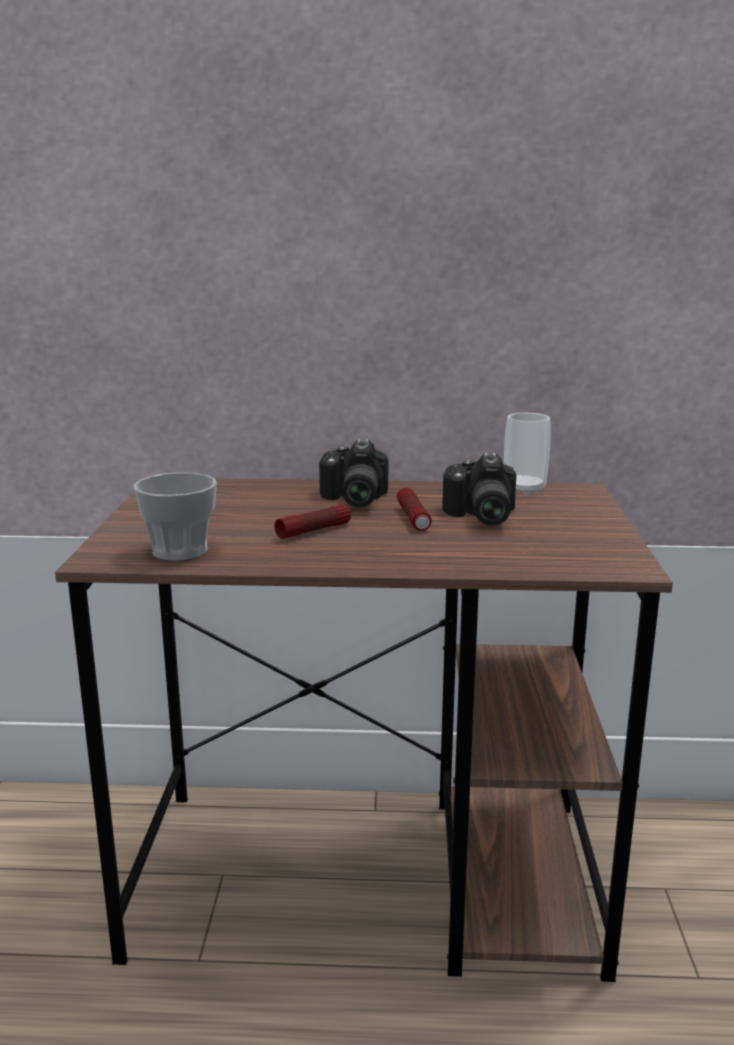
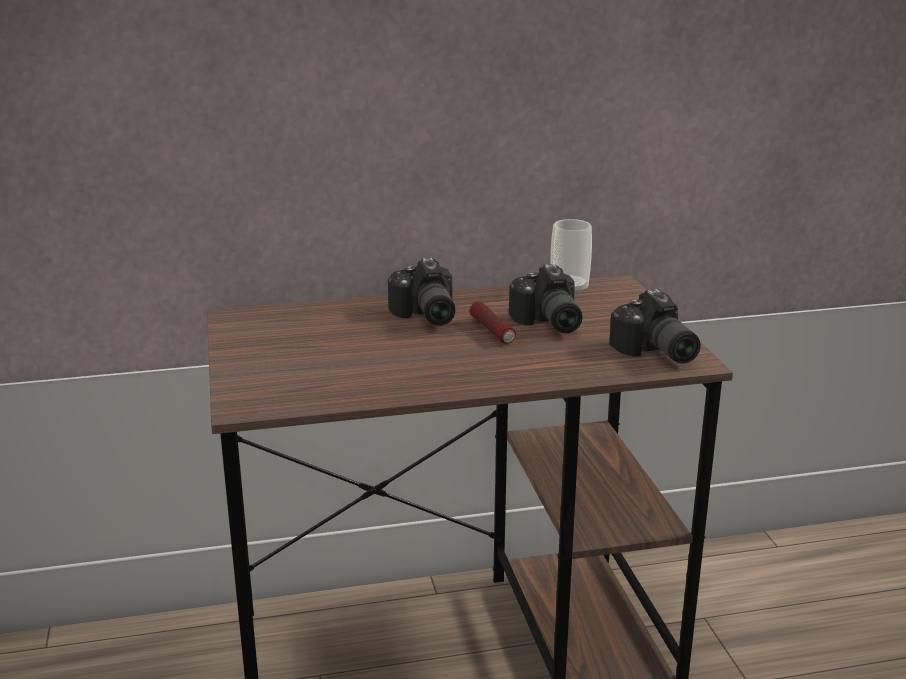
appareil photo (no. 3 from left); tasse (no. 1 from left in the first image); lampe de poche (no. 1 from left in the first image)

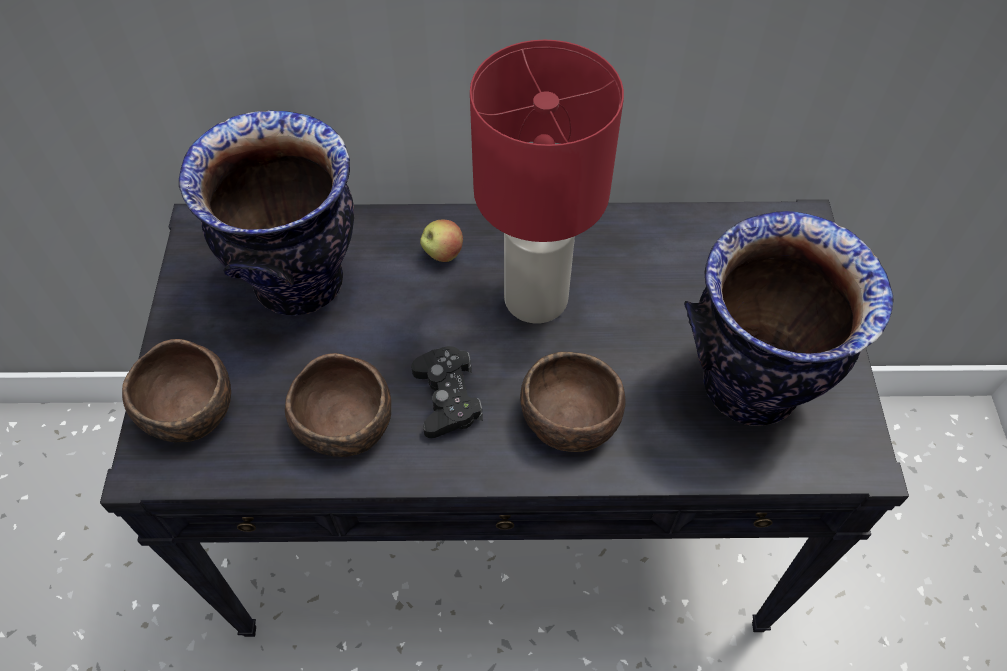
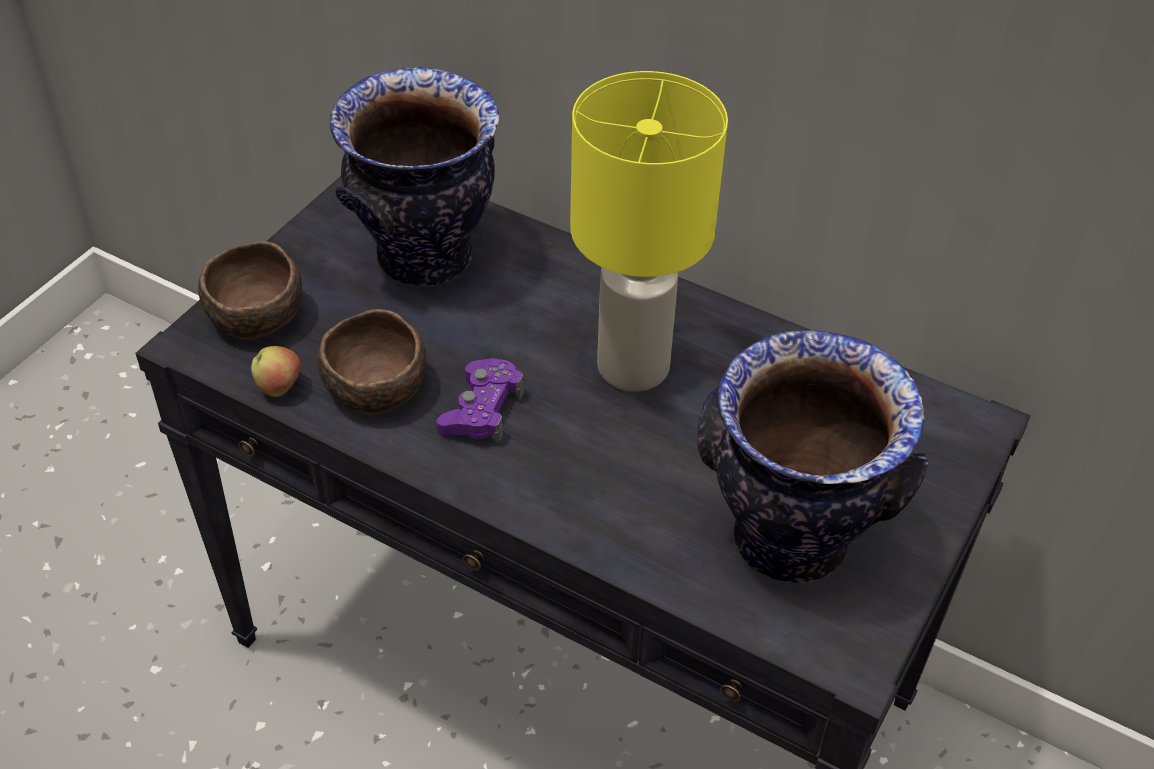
pomme; manette [violet]; lampe de table [jaune]; bol [marron] (no. 3 from left in the first image)

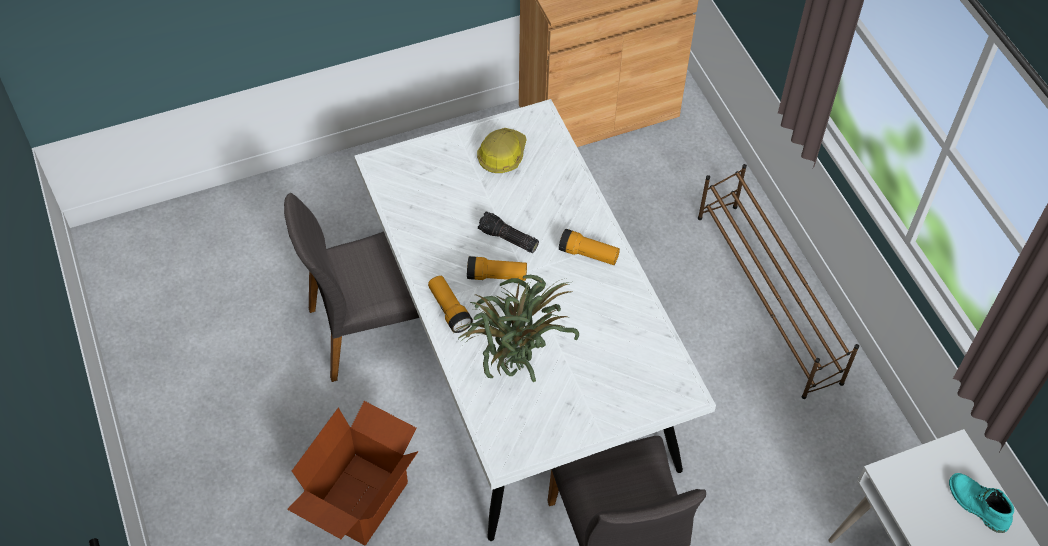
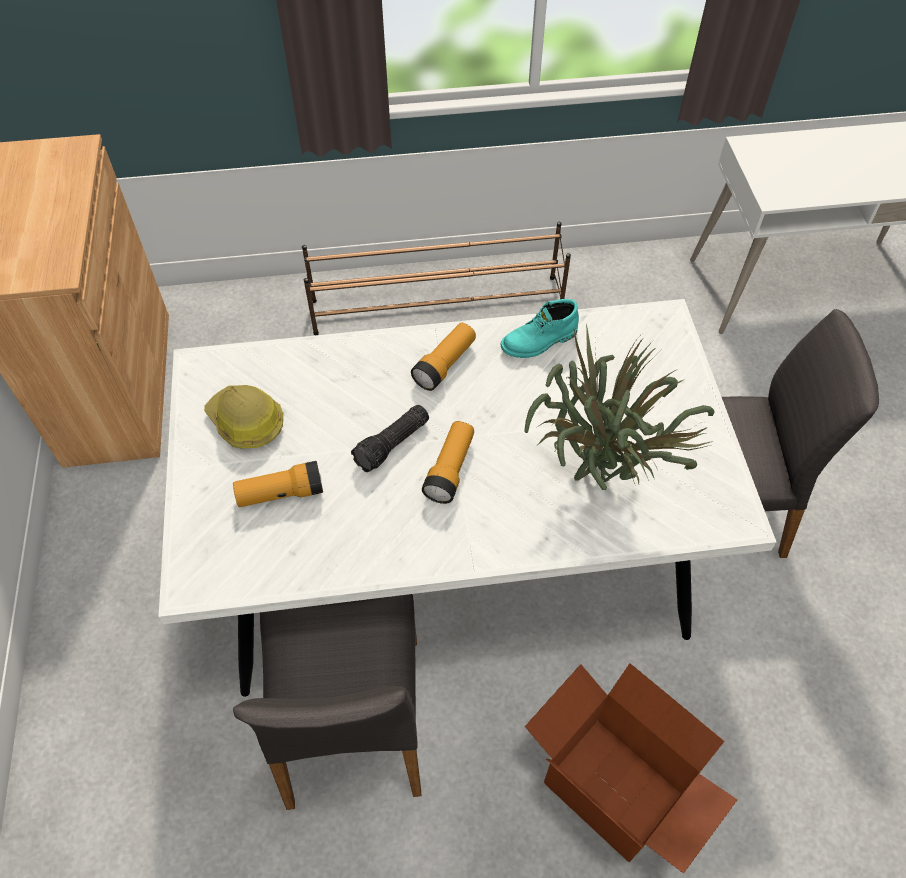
lampe de poche (no. 1 from left); botte [turquoise]

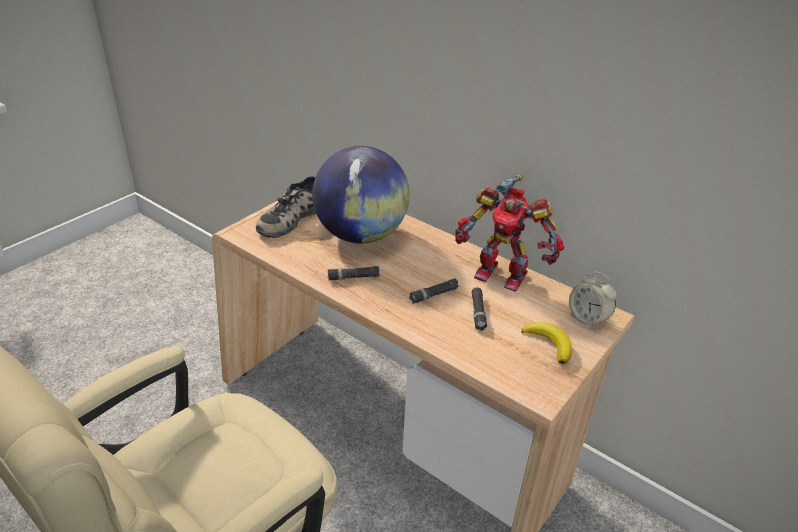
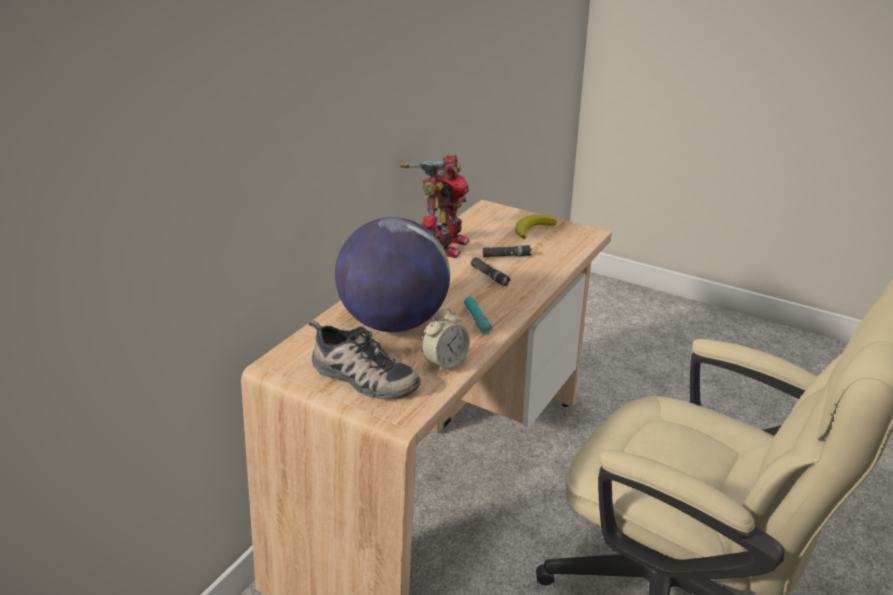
réveil; lampe de poche [turquoise]

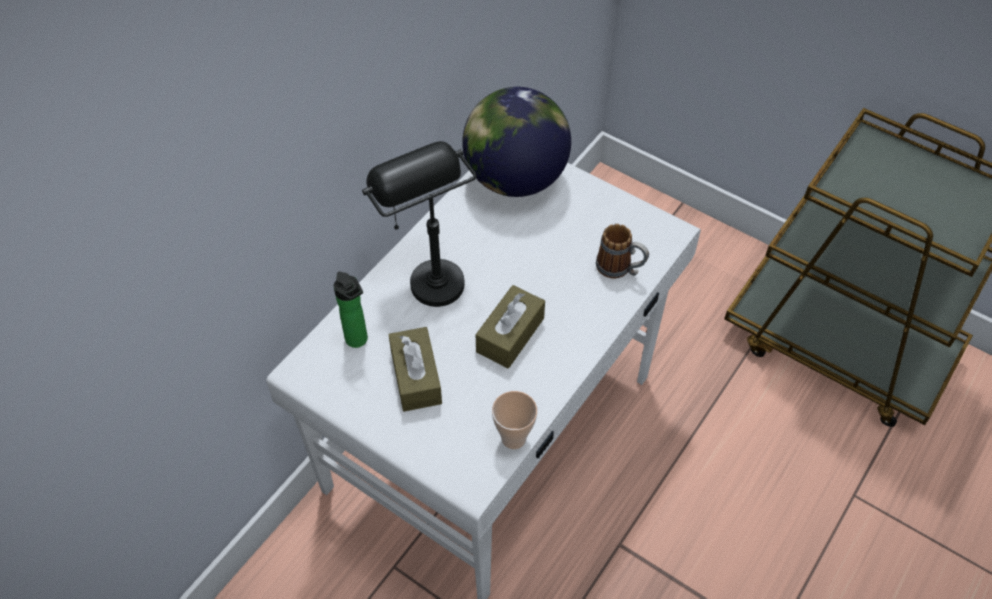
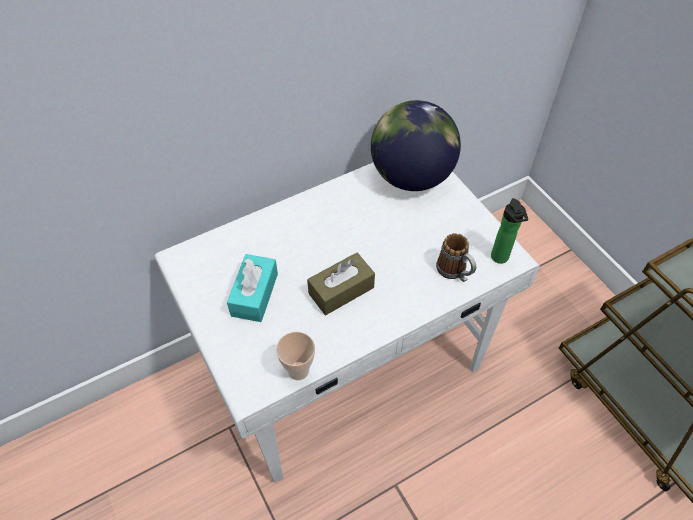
boîte à mouchoirs [turquoise]; bouteille; lampe de table [noir]

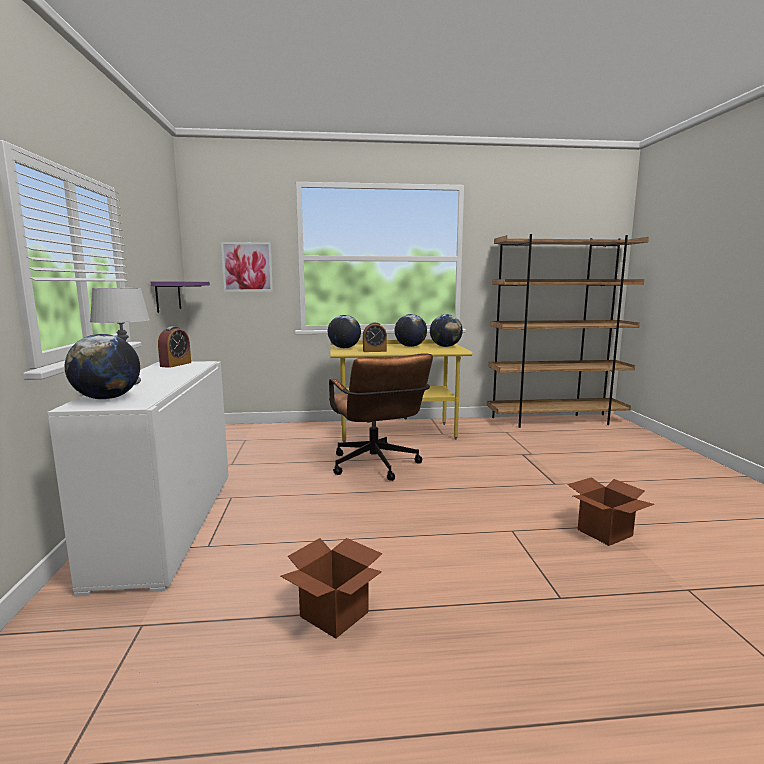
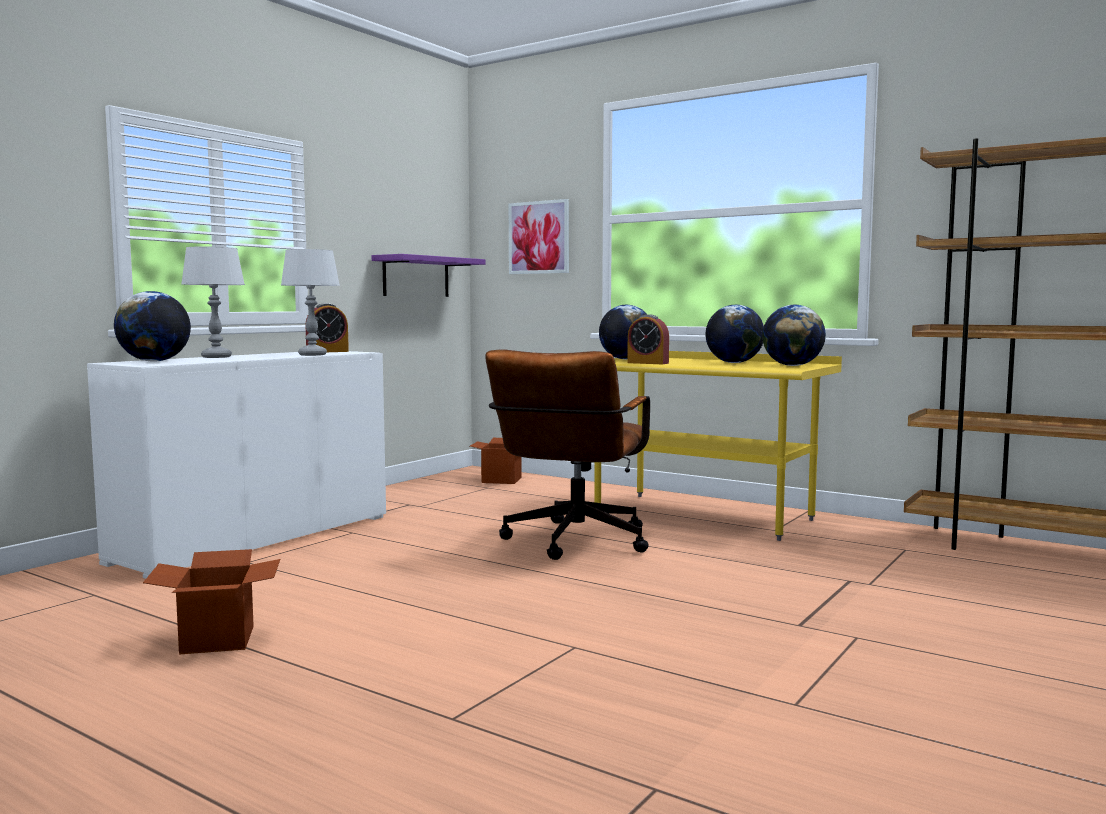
lampe de table [gris] (no. 2 from left); carton (no. 2 from left)

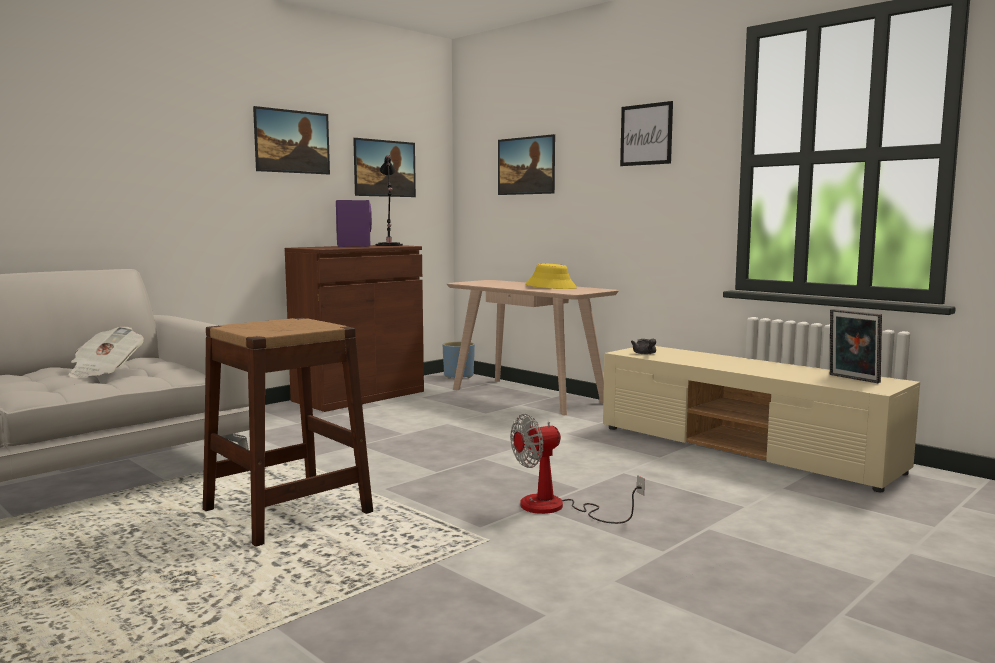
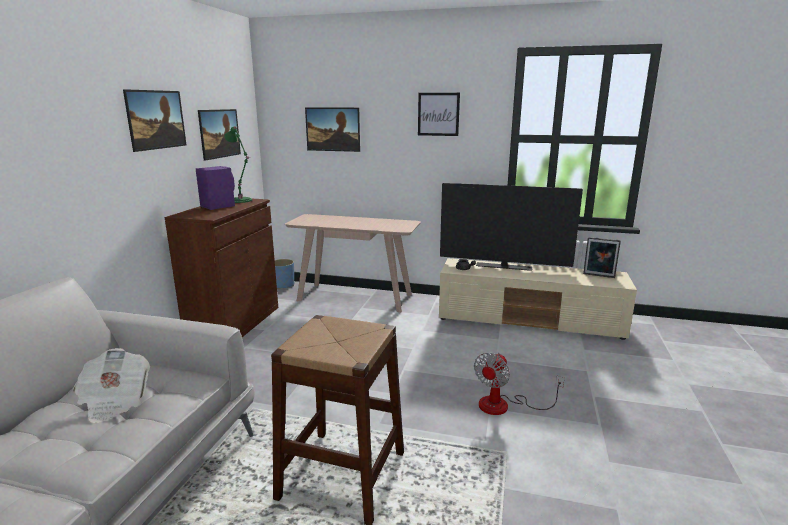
lampe de table [vert]; téléviseur; chapeau [jaune]

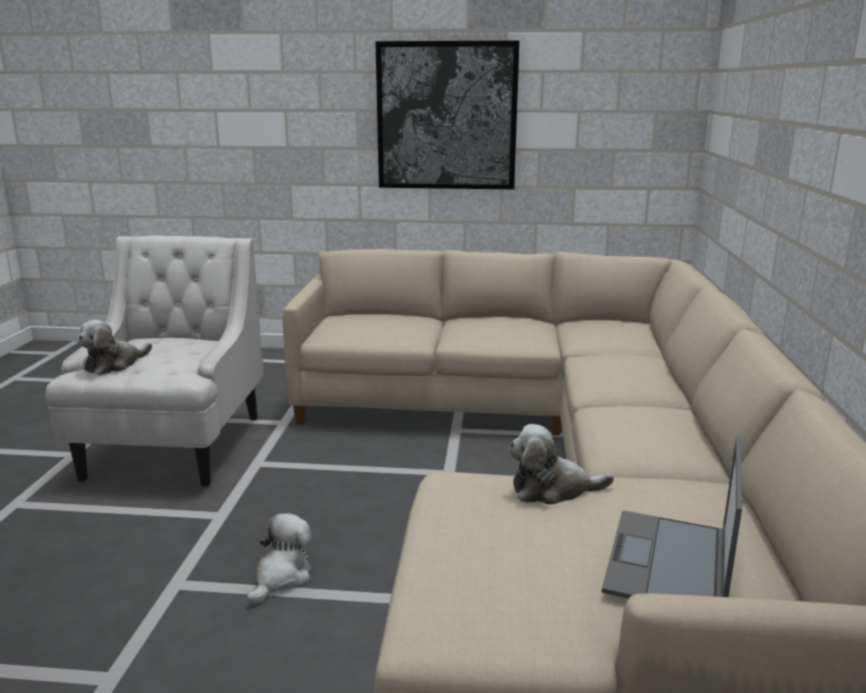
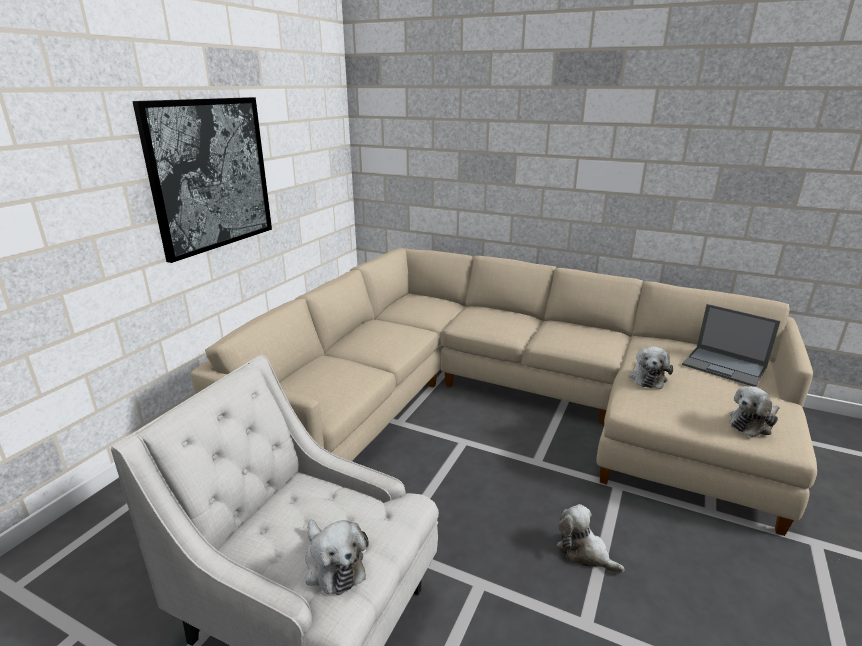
peluche (no. 4 from left)

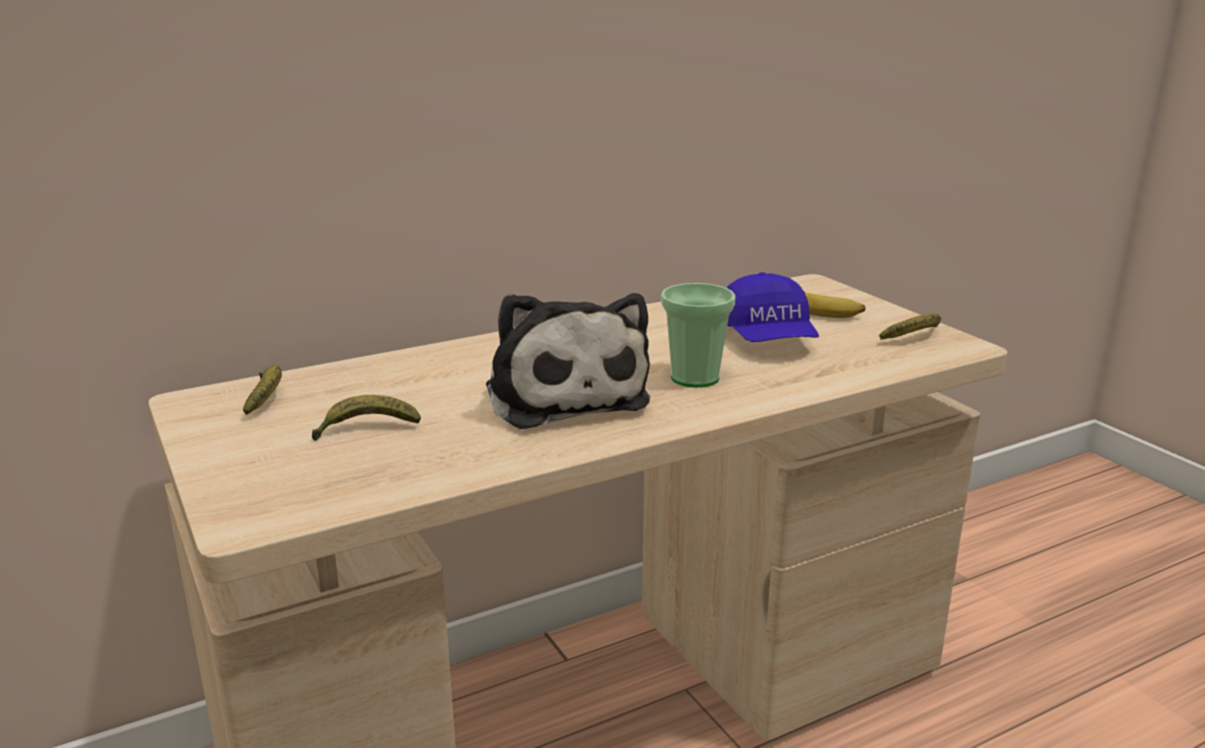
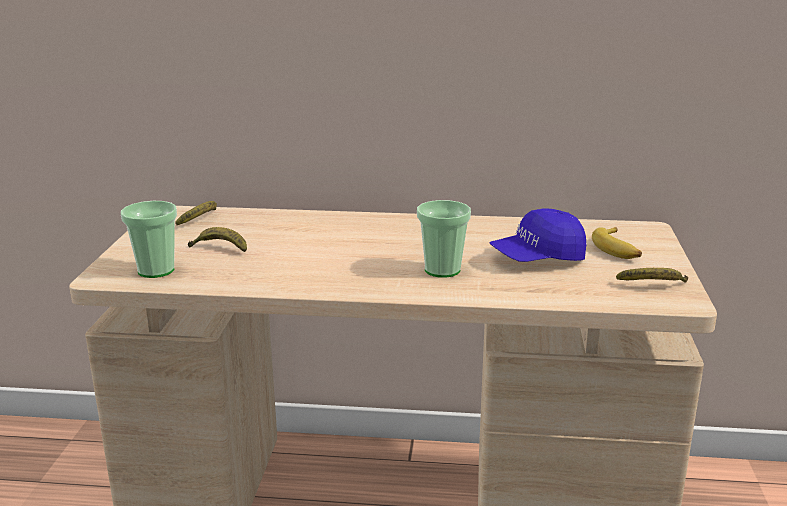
tasse (no. 1 from left); casquette [bleu]; peluche

